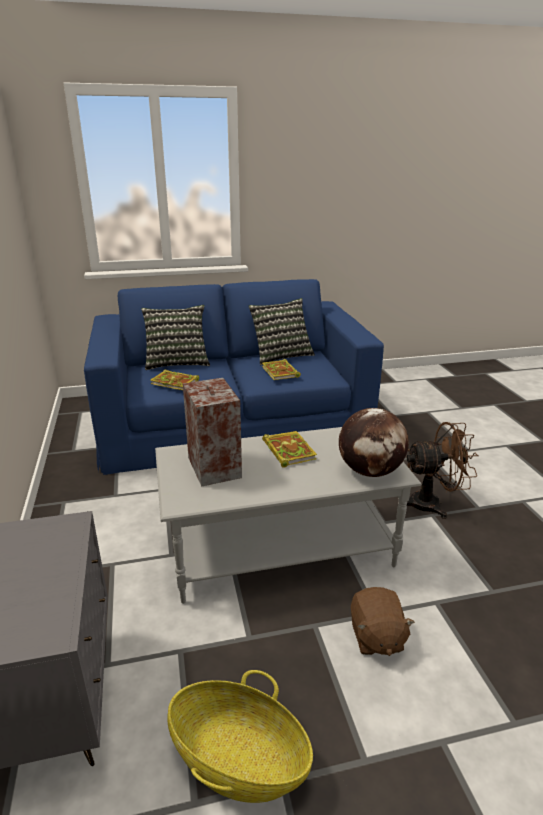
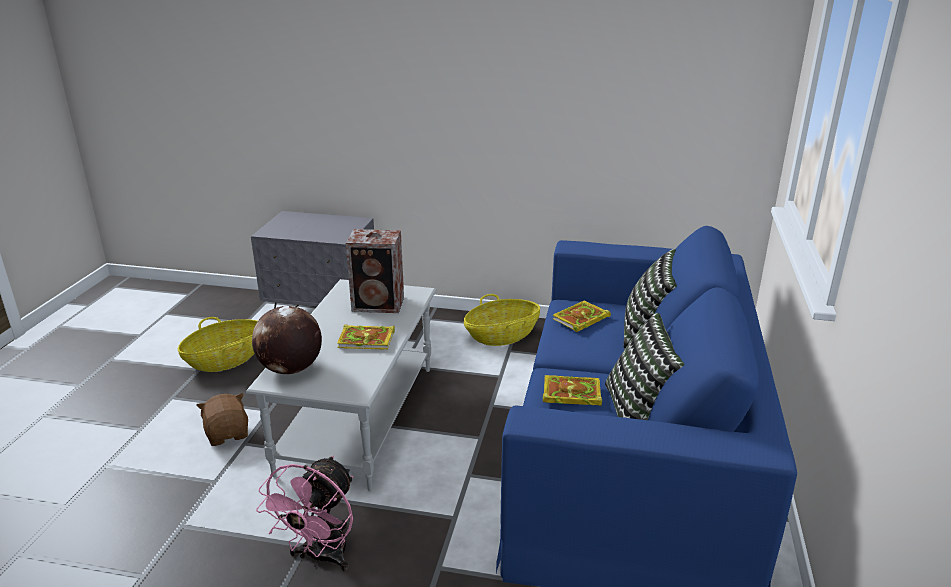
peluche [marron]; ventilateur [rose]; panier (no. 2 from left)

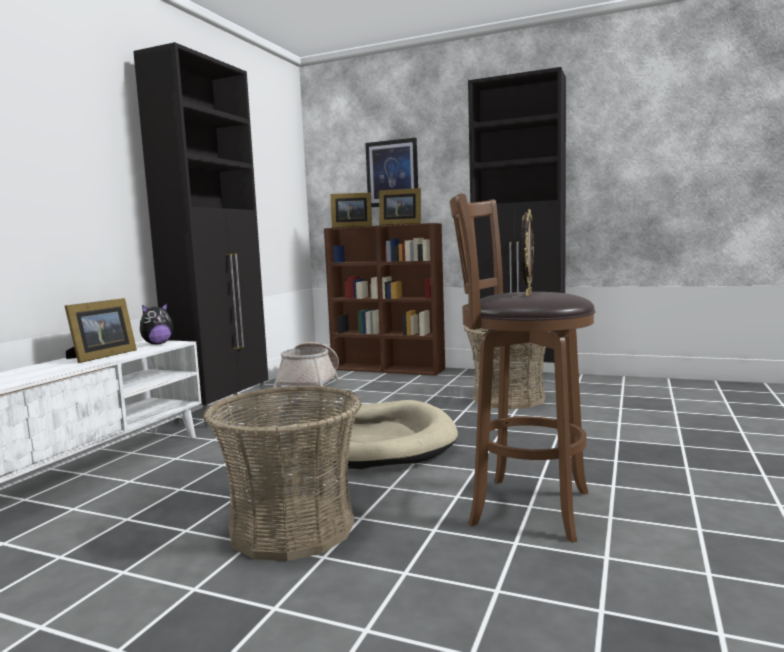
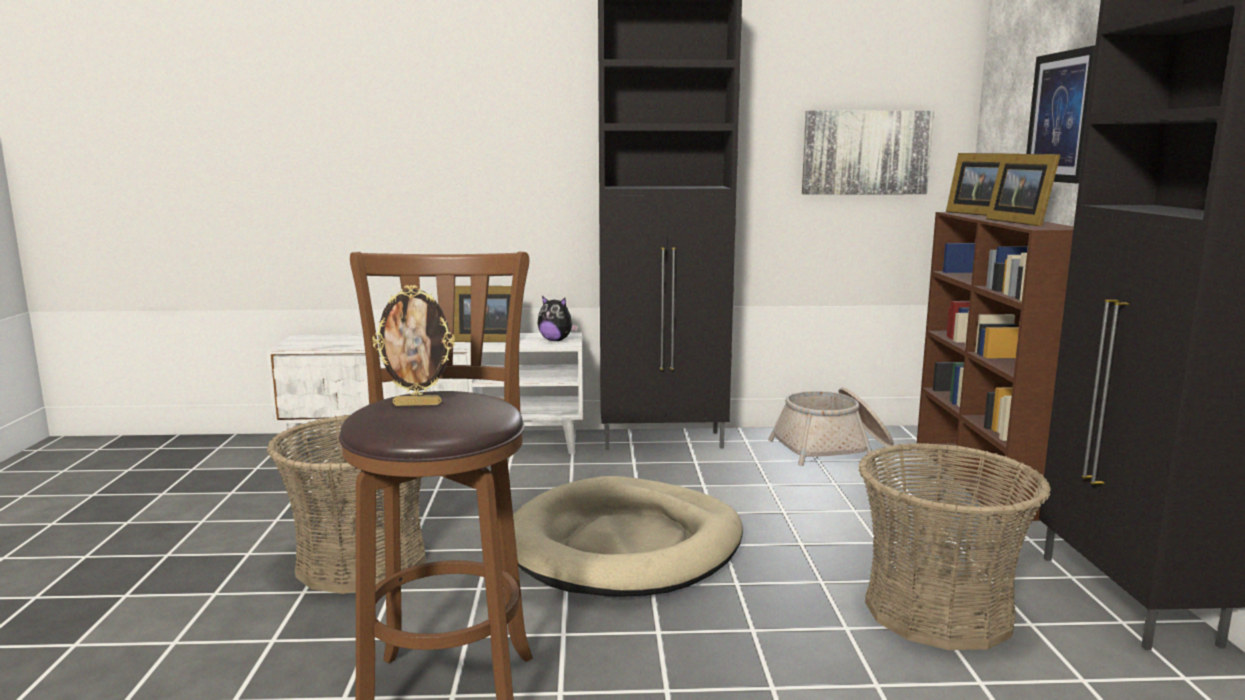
tableau (no. 1 from left)

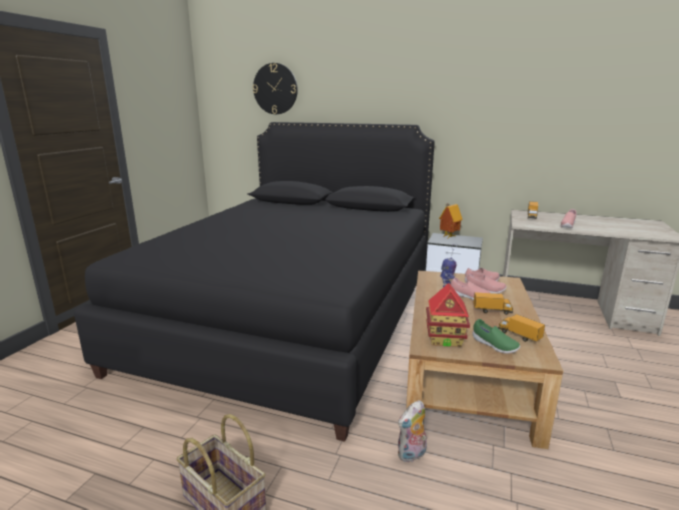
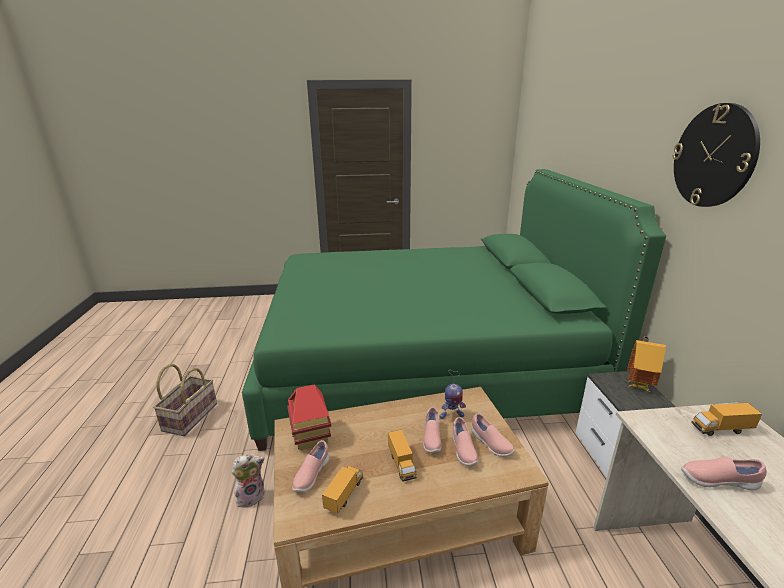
peluche; lit [vert]; chaussure [rose] (no. 1 from left); horloge murale

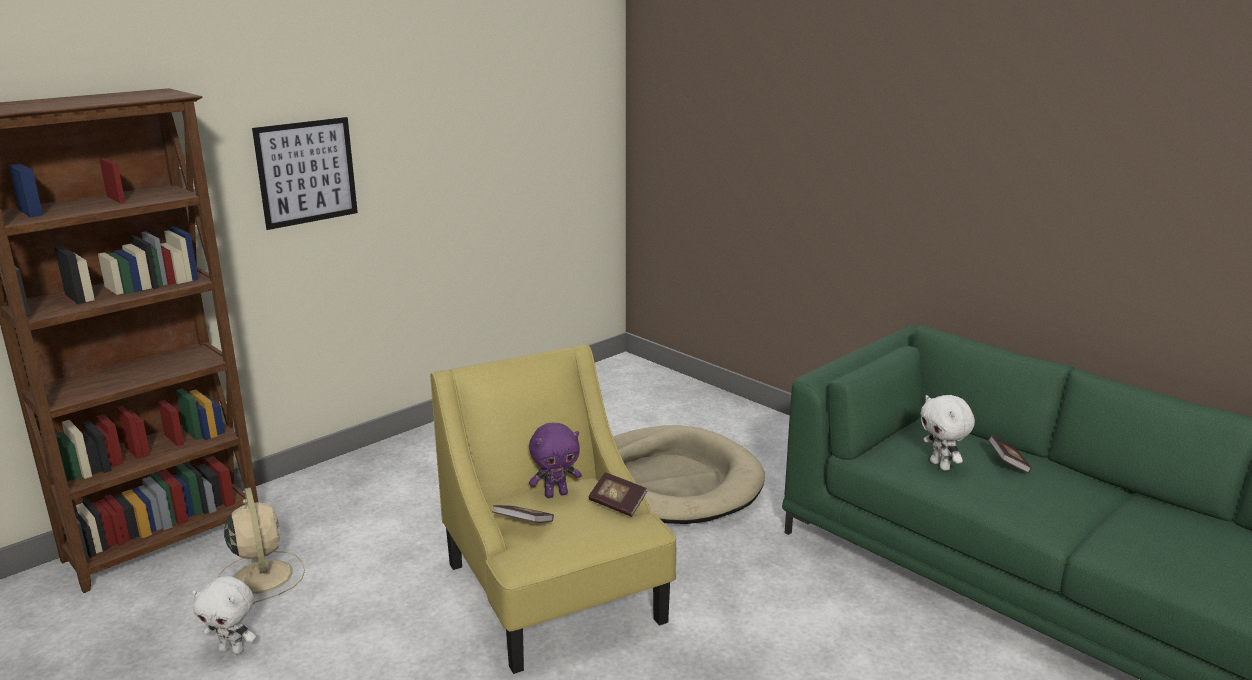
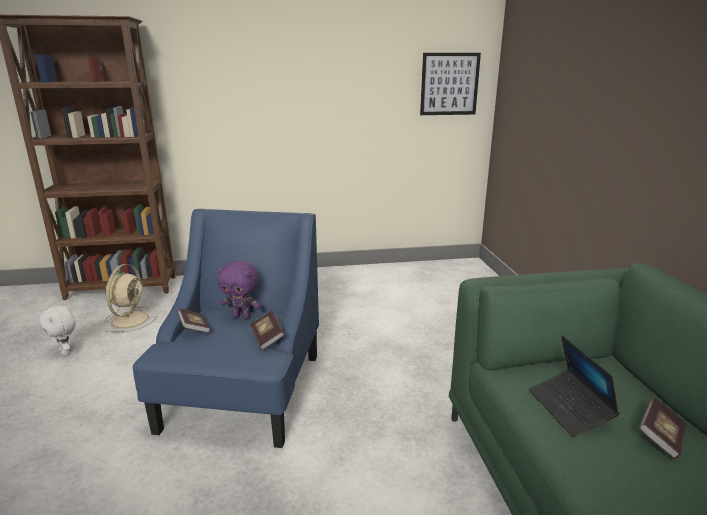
fauteuil [bleu]; tableau; ordinateur portable; panier pour chien [beige]

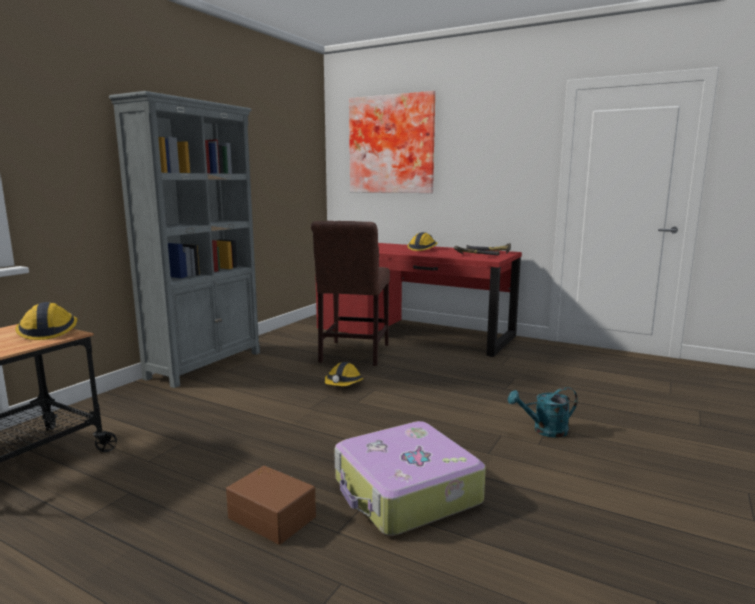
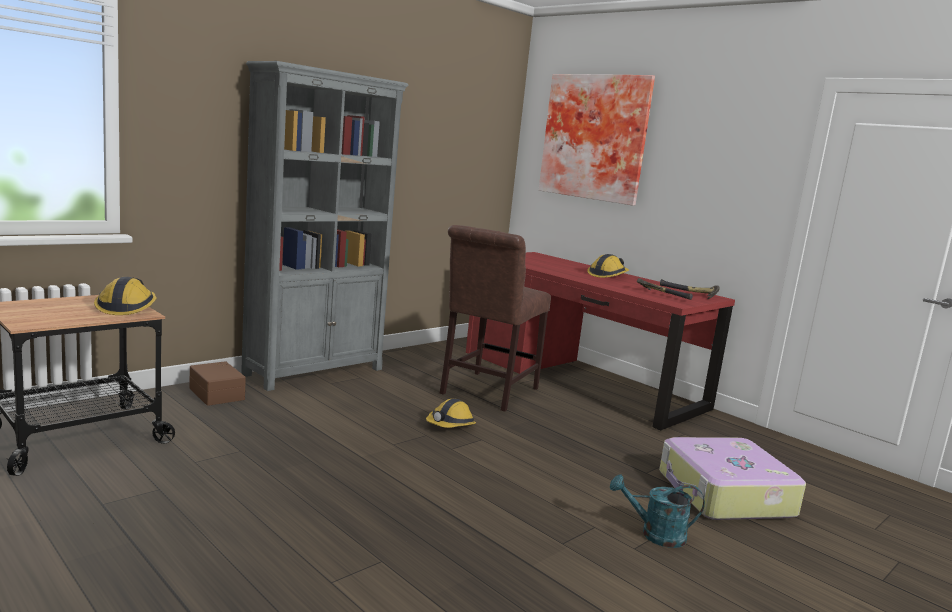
boîte de rangement [marron]; valise

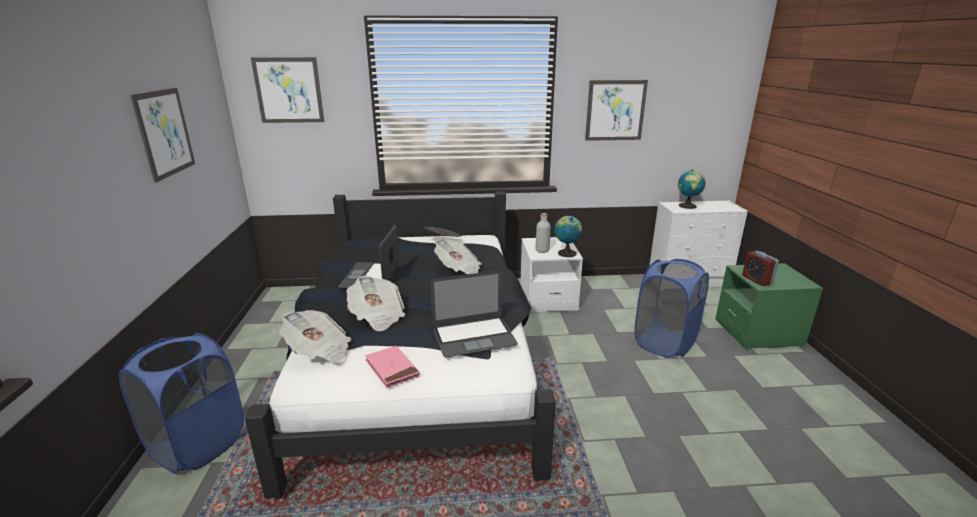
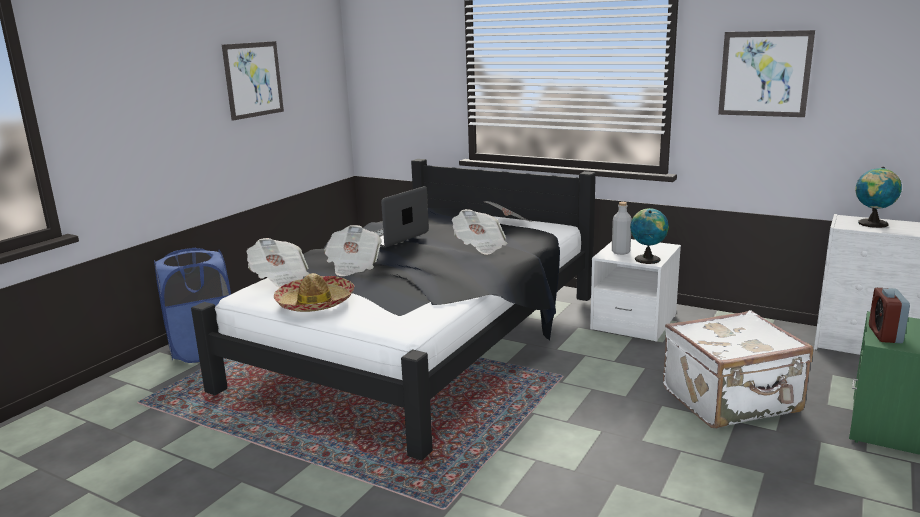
chapeau; valise [blanc]; tableau (no. 2 from left in the first image); ordinateur portable (no. 2 from left in the first image)

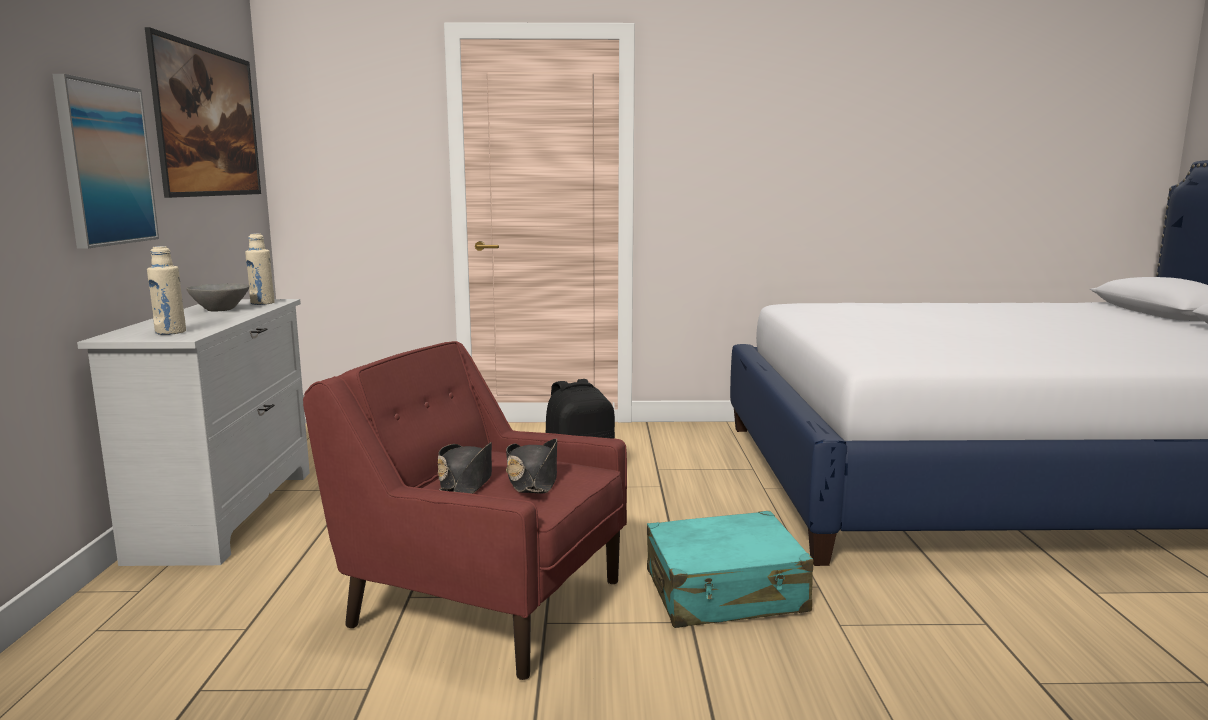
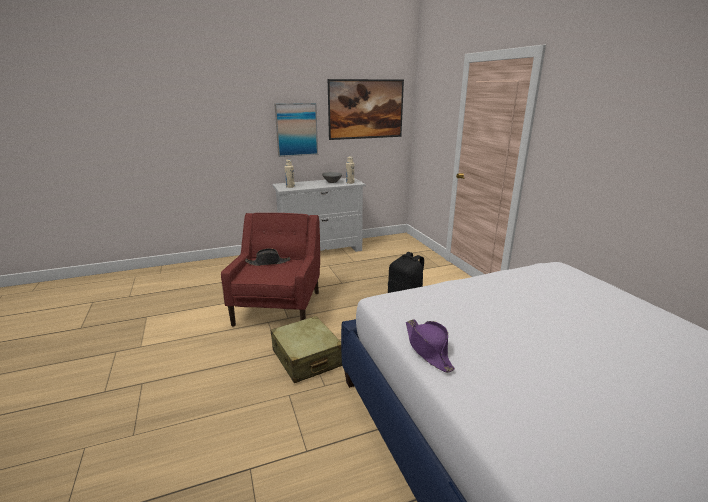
valise [beige]; chapeau [violet]; chapeau [noir] (no. 2 from left in the first image)

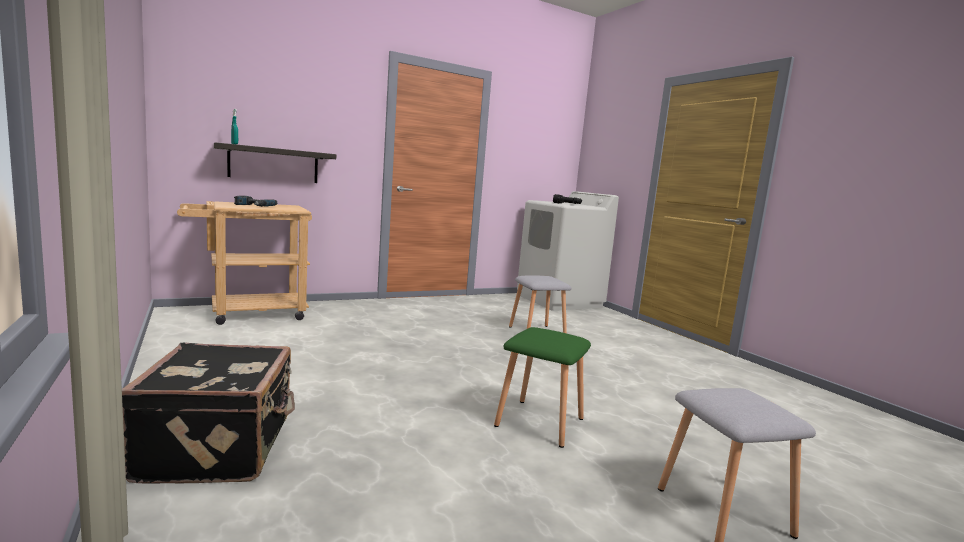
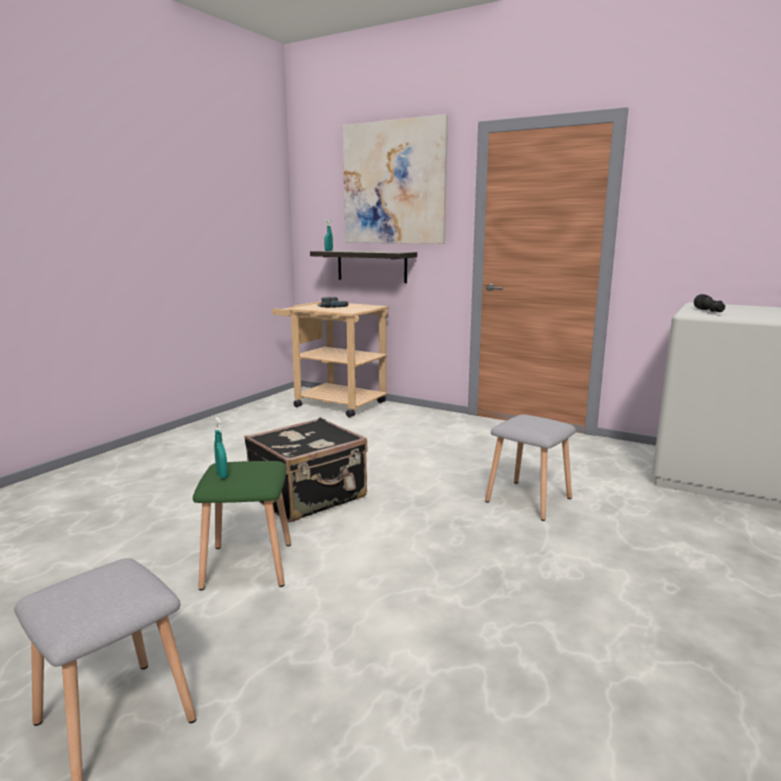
vaporisateur [turquoise] (no. 1 from left); valise [noir]; tableau

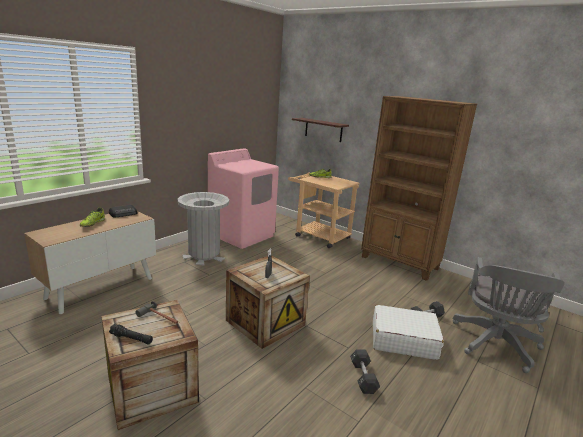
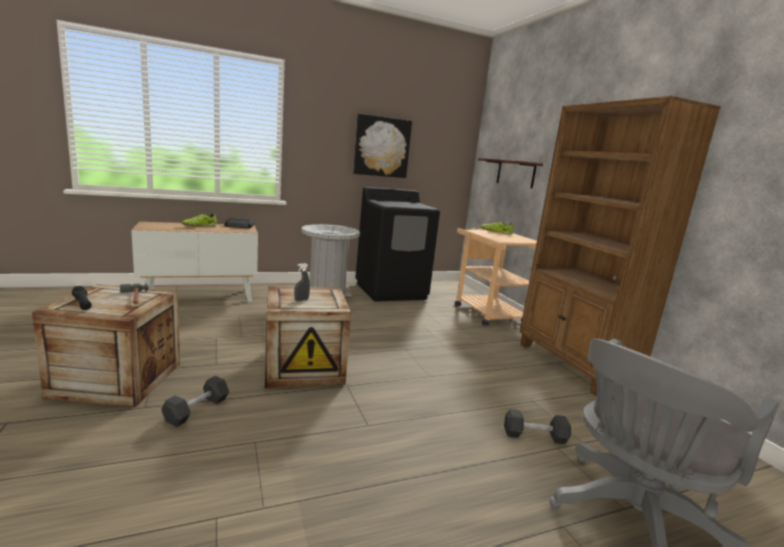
haltère [noir] (no. 1 from left); tableau; lave-linge [noir]; valise [blanc]

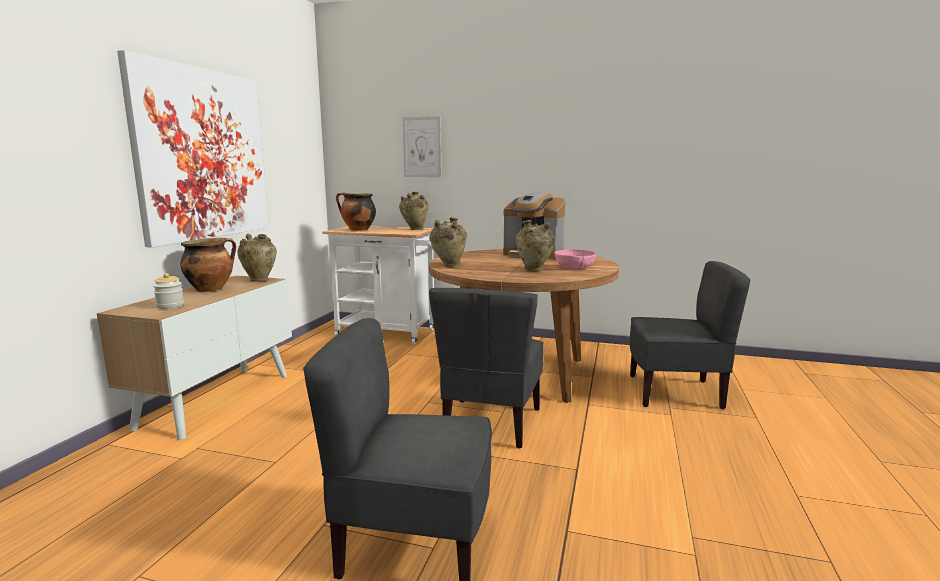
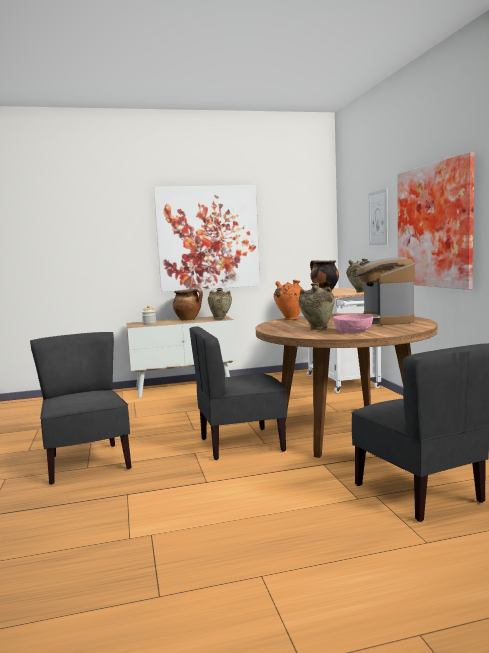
vase [orange]; tableau (no. 3 from left)

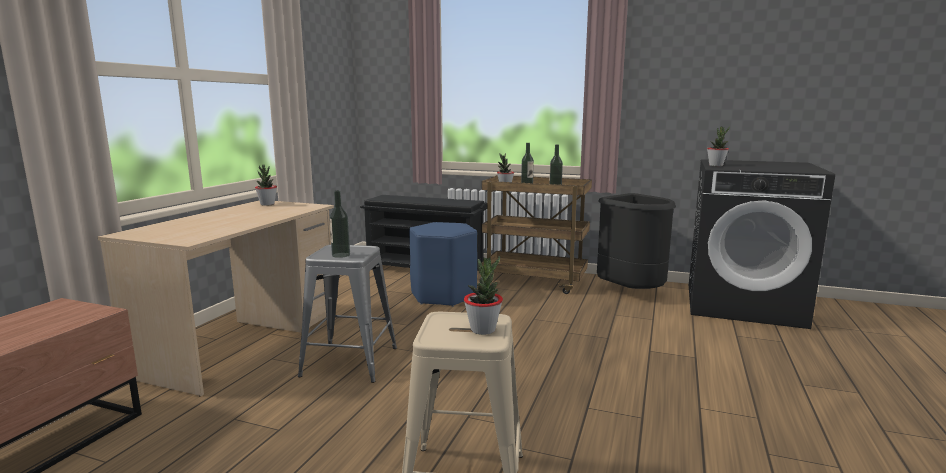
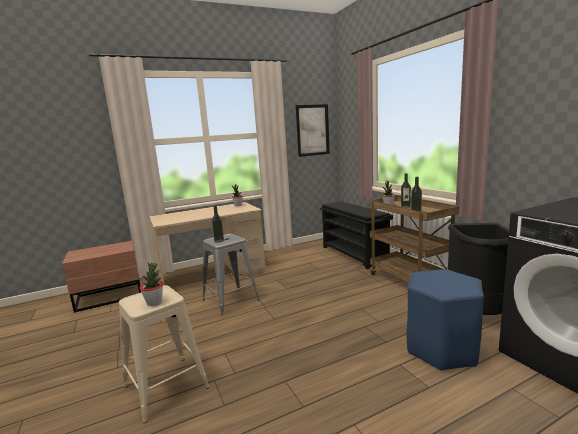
tableau; tabouret [bleu]; plante en pot (no. 4 from left in the first image)

